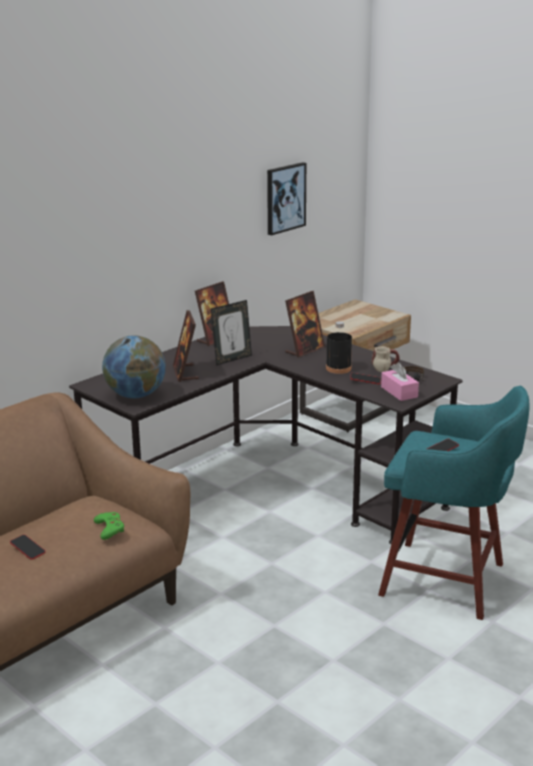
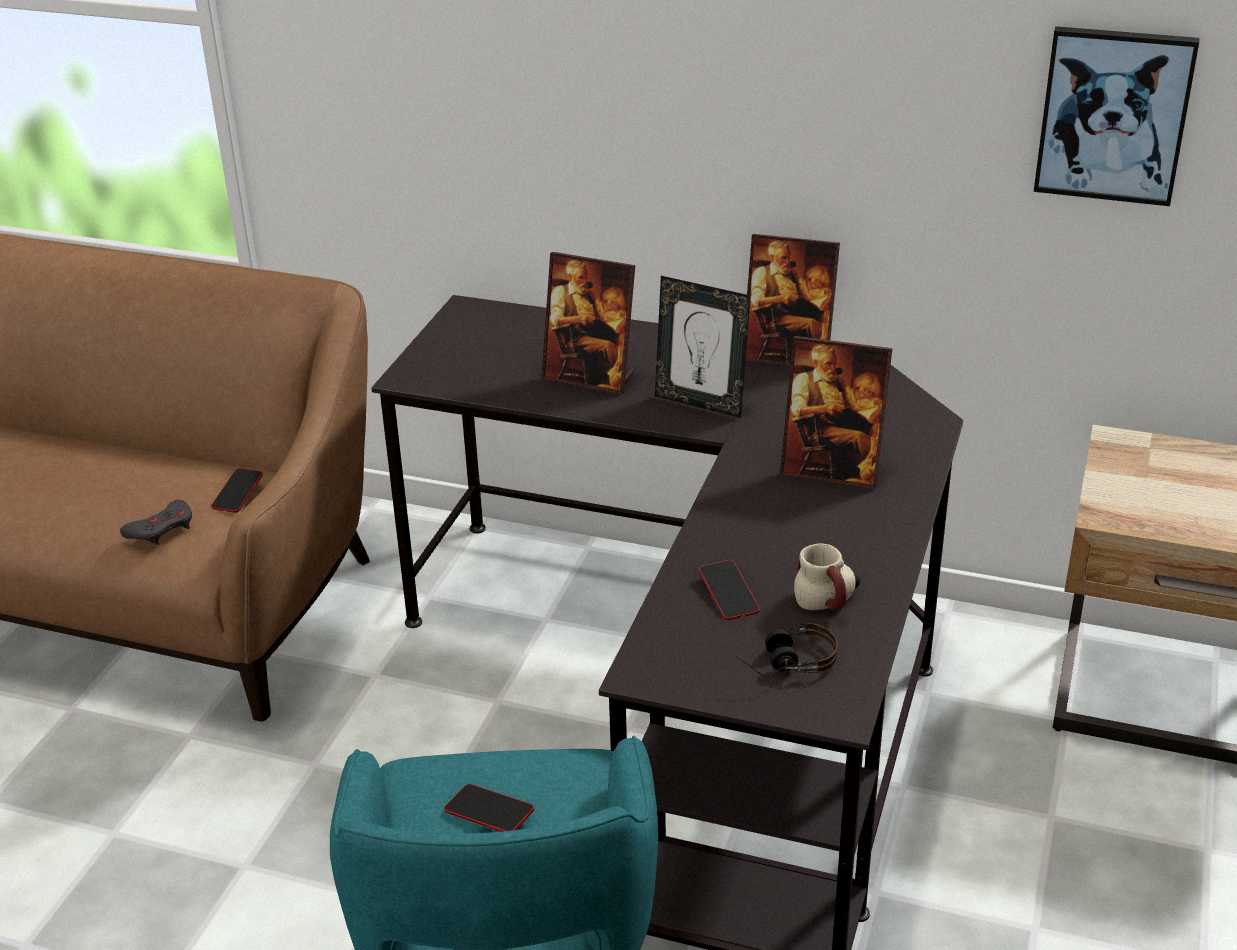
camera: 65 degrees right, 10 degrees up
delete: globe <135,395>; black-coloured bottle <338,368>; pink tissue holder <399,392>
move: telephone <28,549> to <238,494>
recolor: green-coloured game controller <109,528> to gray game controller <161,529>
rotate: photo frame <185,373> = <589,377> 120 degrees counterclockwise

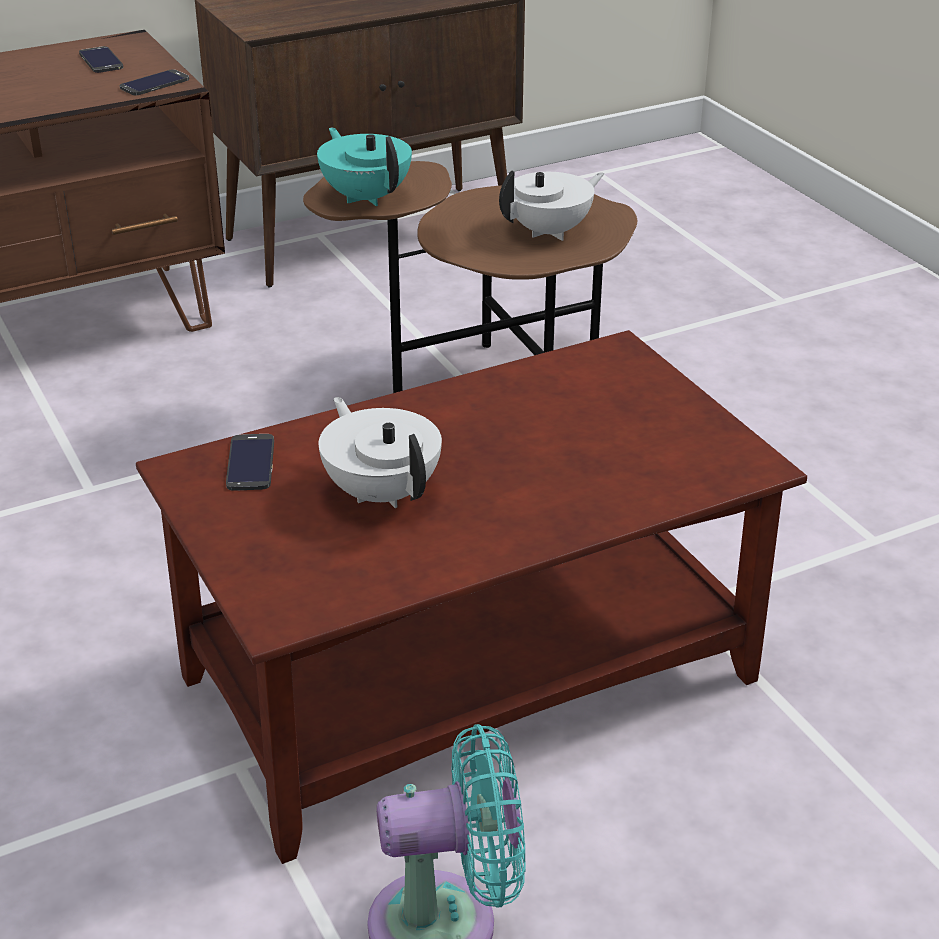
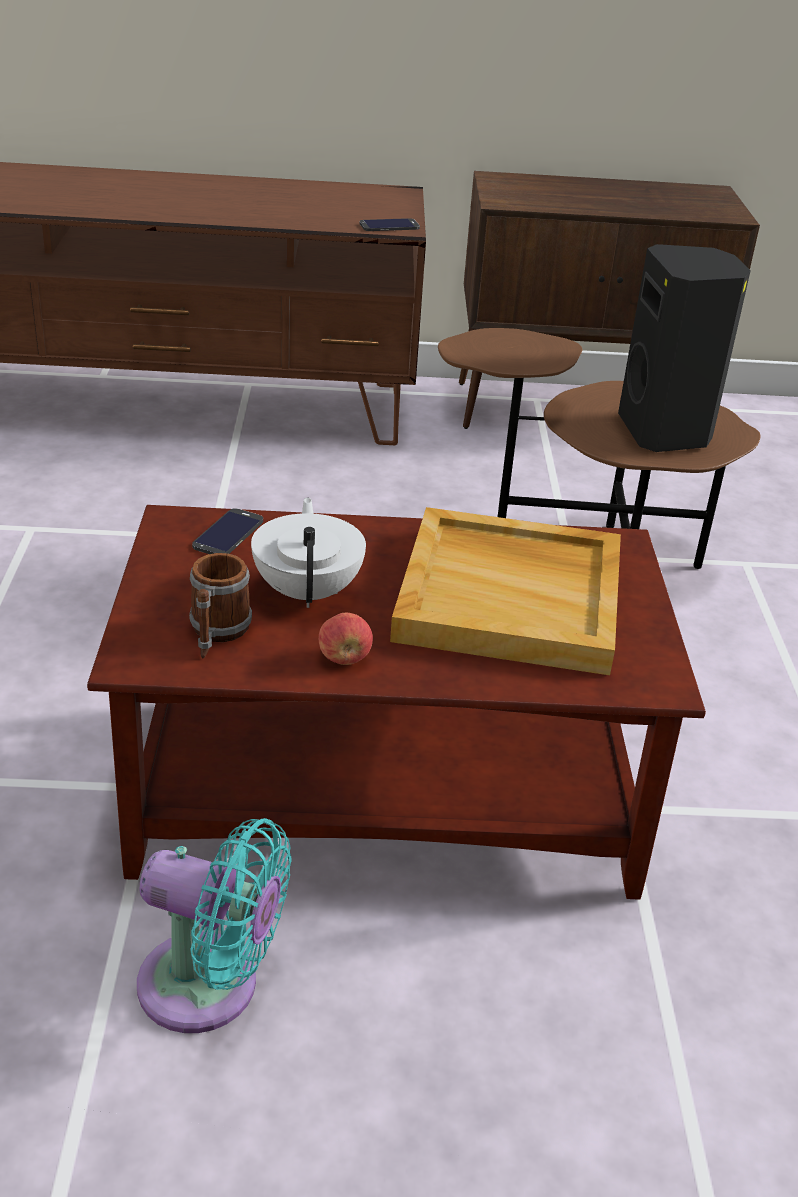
camera: 25 degrees right, 0 degrees up
delete: telephone <101,60>; turquoise-coloured pot for tea <366,197>
insert: tea mug <217,634>; apple fruit <344,658>; beige serving tray <512,596>
replace: white-coloured pot for tea <550,232> to black-coloured loudspeaker <666,433>

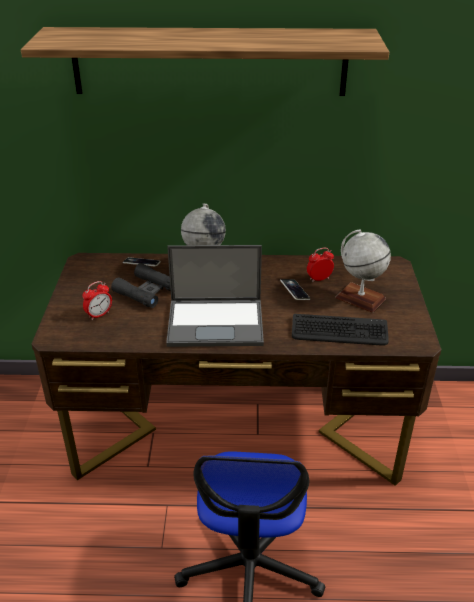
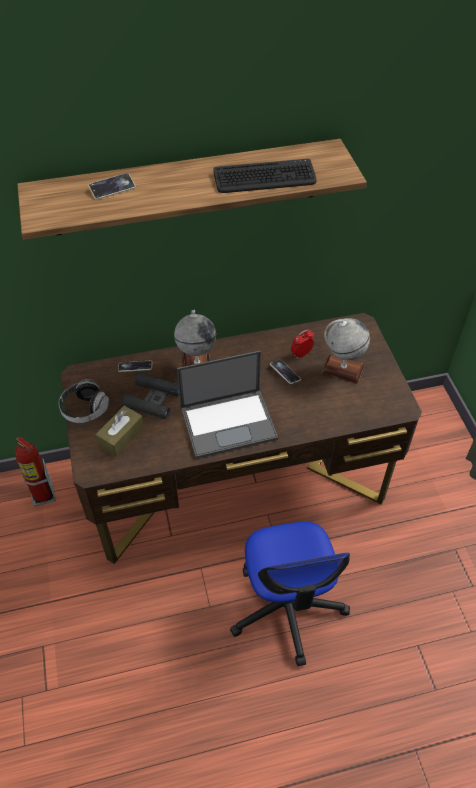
camera: 15 degrees left, 15 degrees up
insert: extinguisher <43,496>; headphones <84,409>; telephone <112,188>
move: computer keyboard <339,331> to <264,178>
replace: bedside clock <99,315> to brown tissue holder <121,436>

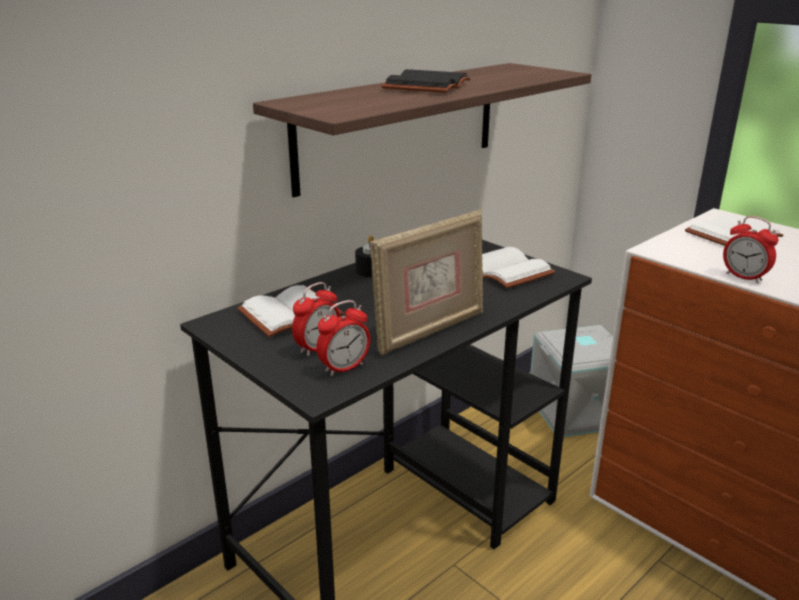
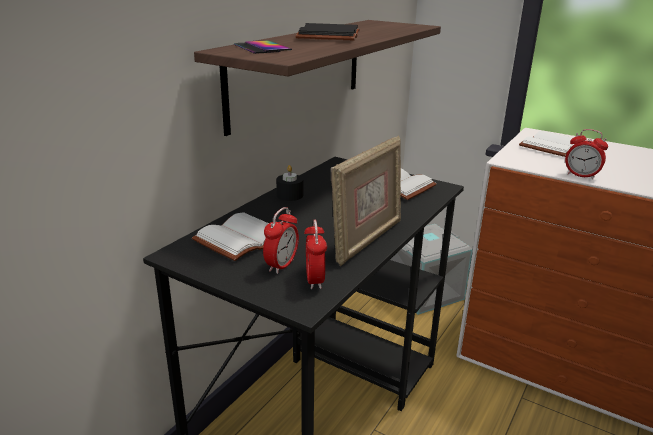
camera: 15 degrees left, 0 degrees up
insert: telephone <262,47>
rotate: bedside clock <344,368> = <314,280> 135 degrees clockwise

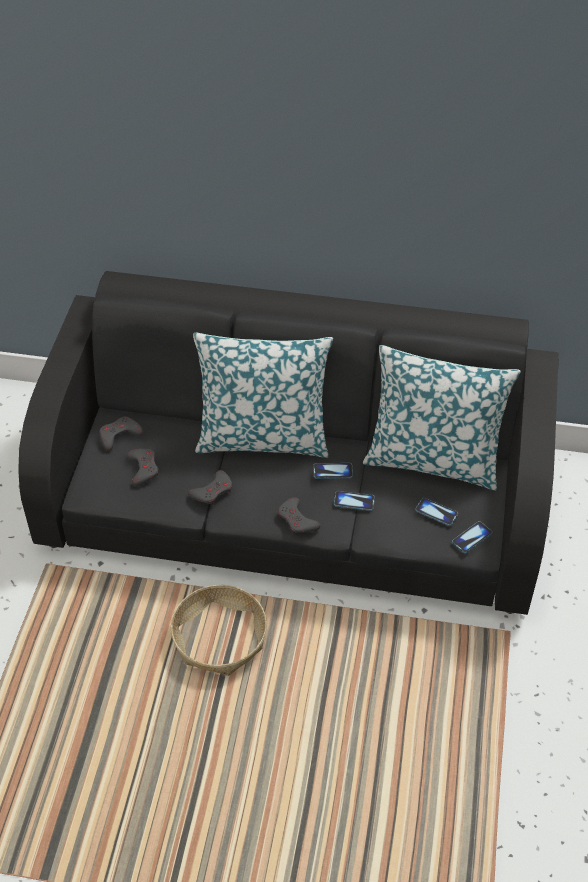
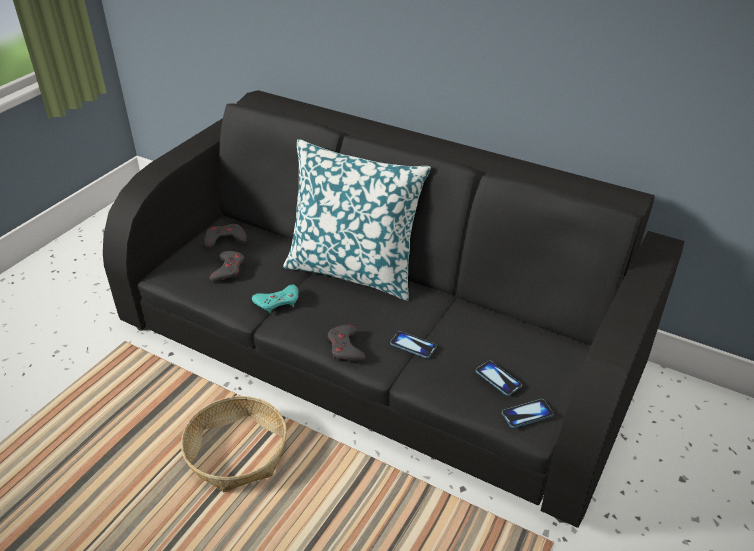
camera: 20 degrees right, 10 degrees down
delete: telephone <332,471>; pillow <433,460>
recolor: gray game controller <212,491> to turquoise-coloured game controller <278,302>

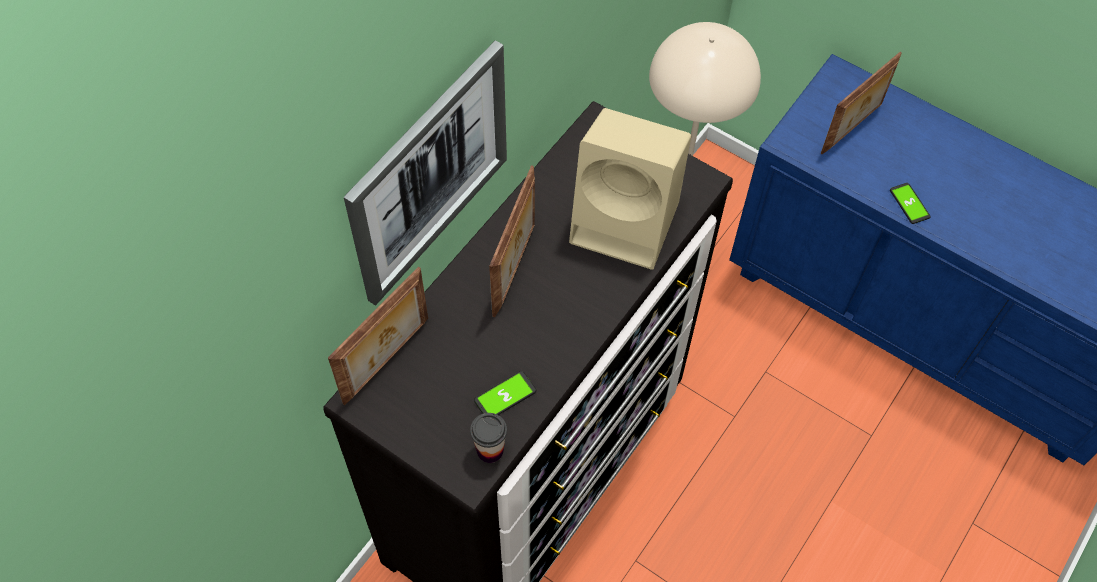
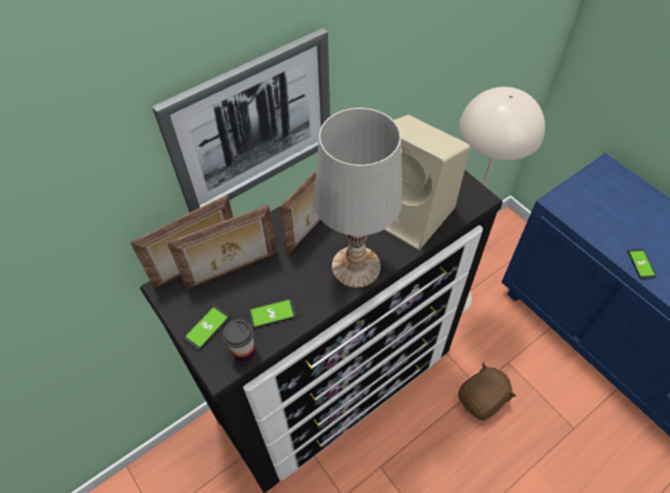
camera: 20 degrees right, 5 degrees down
insert: telephone <207,328>; white-coloured tabletop lamp <355,267>; brown cuddly toy <482,399>
move: photo frame <853,128> to <233,271>

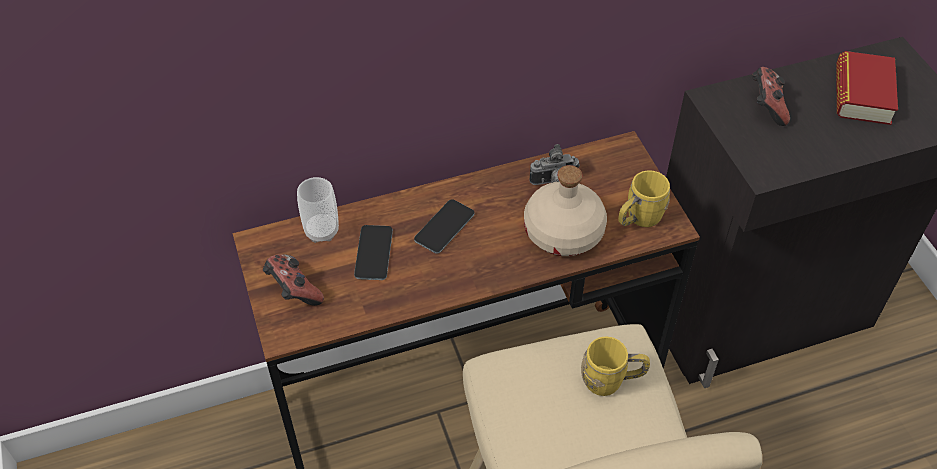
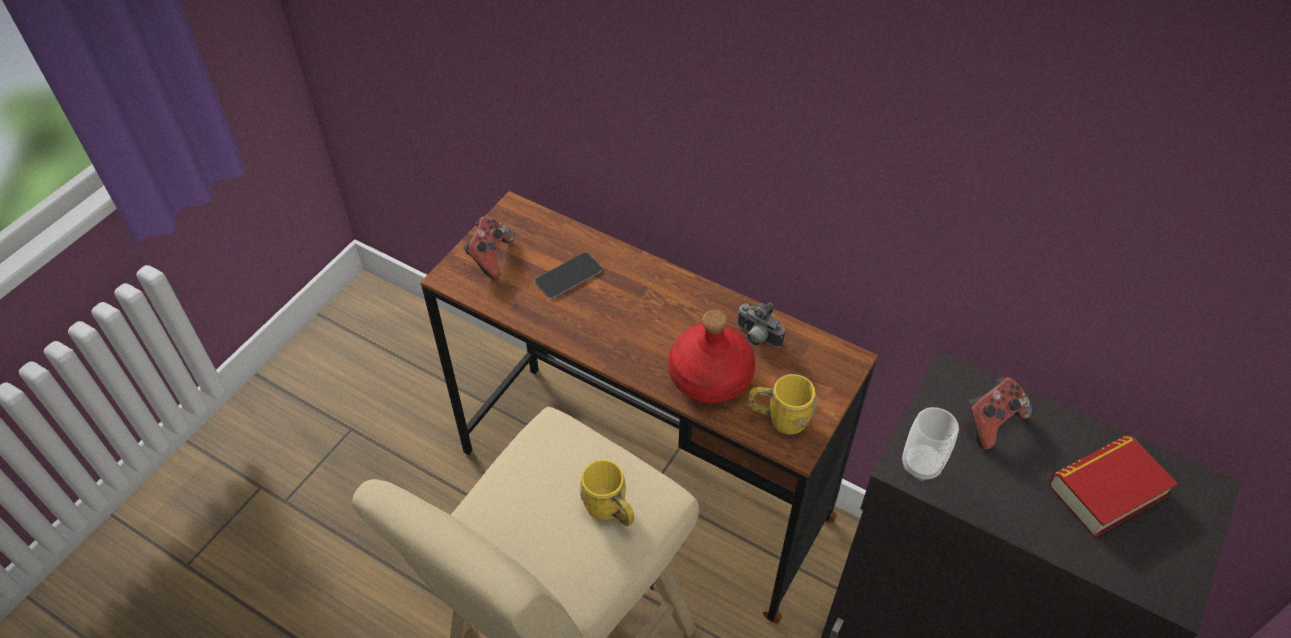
camera: 50 degrees right, 0 degrees up
delete: telephone <444,227>
move: drinking cup <321,231> to <921,464>
recolor: beige bottle <563,233> to red-coloured bottle <709,376>

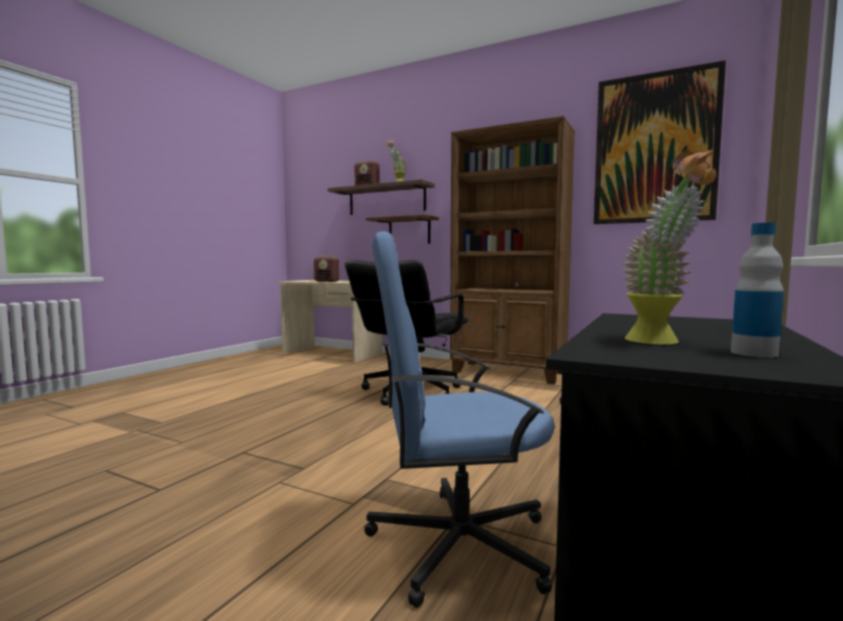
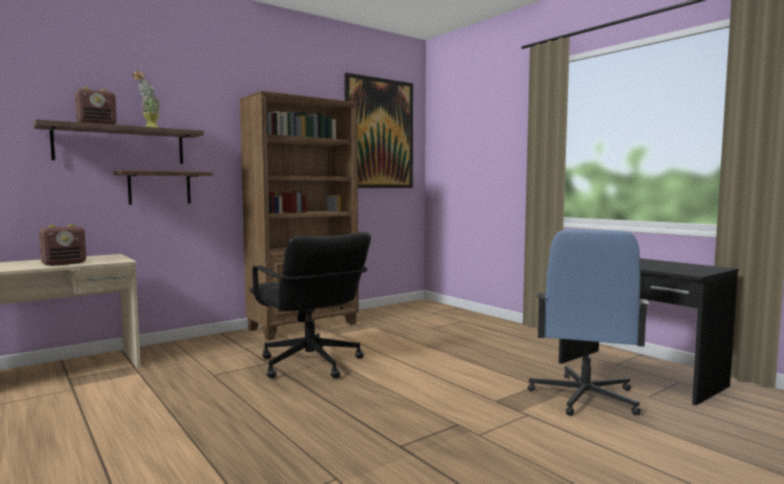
camera: 65 degrees left, 0 degrees up
delete: houseplant <662,342>; bottle <754,353>

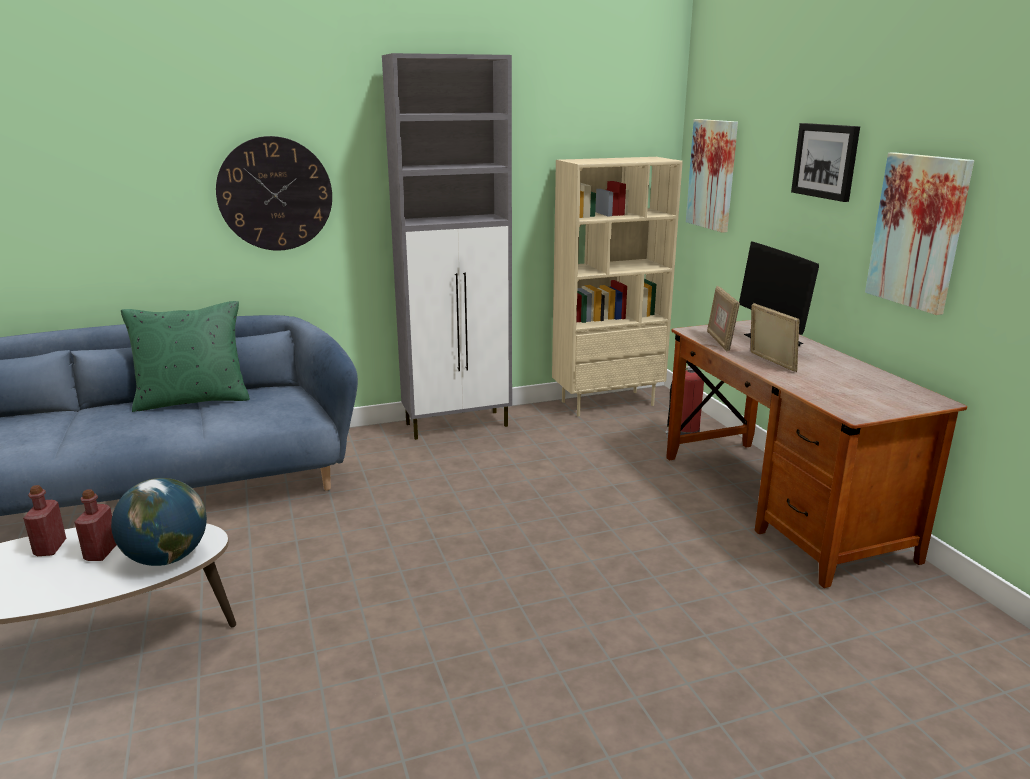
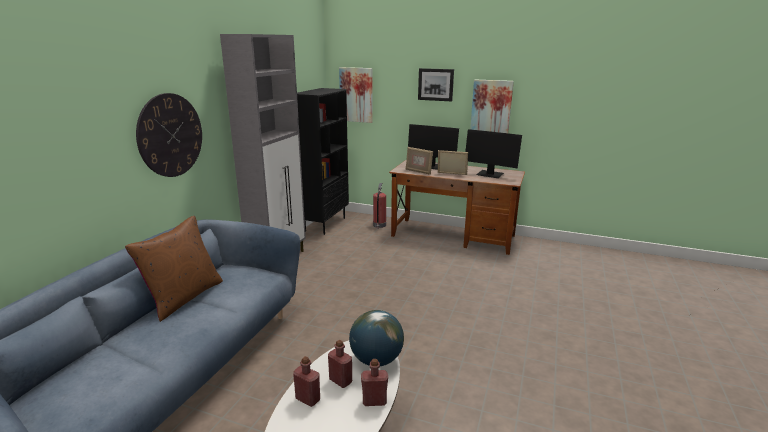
camera: 50 degrees left, 0 degrees up
insert: red-coloured bottle <374,401>; computer display <490,174>
recolor: green-coloured pillow <193,400> to brown pillow <184,297>; beige bookshelf <607,403> to black-coloured bookshelf <325,224>

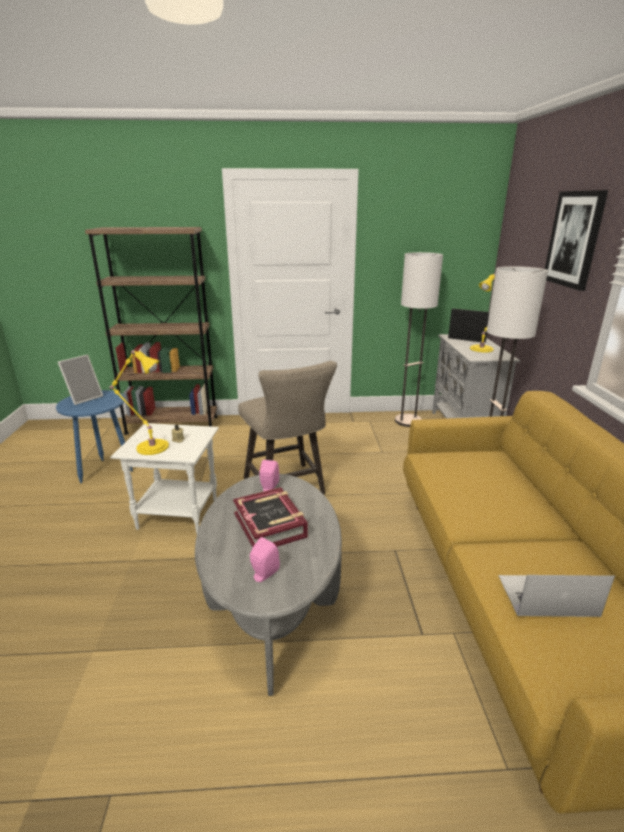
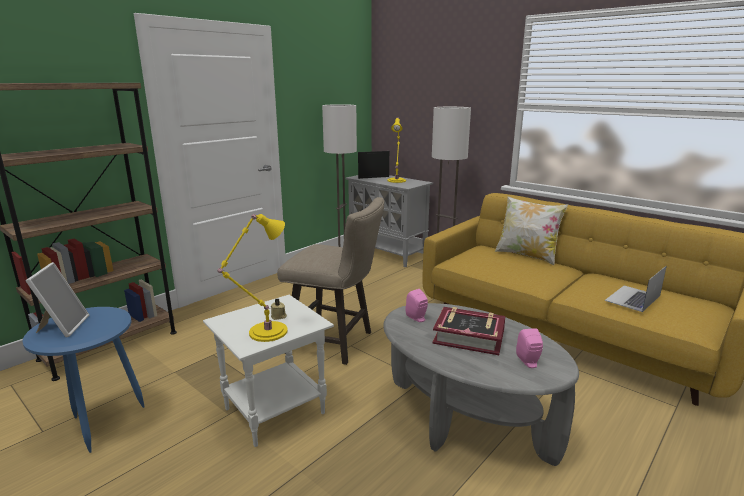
camera: 45 degrees left, 5 degrees down
delete: picture <574,239>
insert: pillow <527,255>

